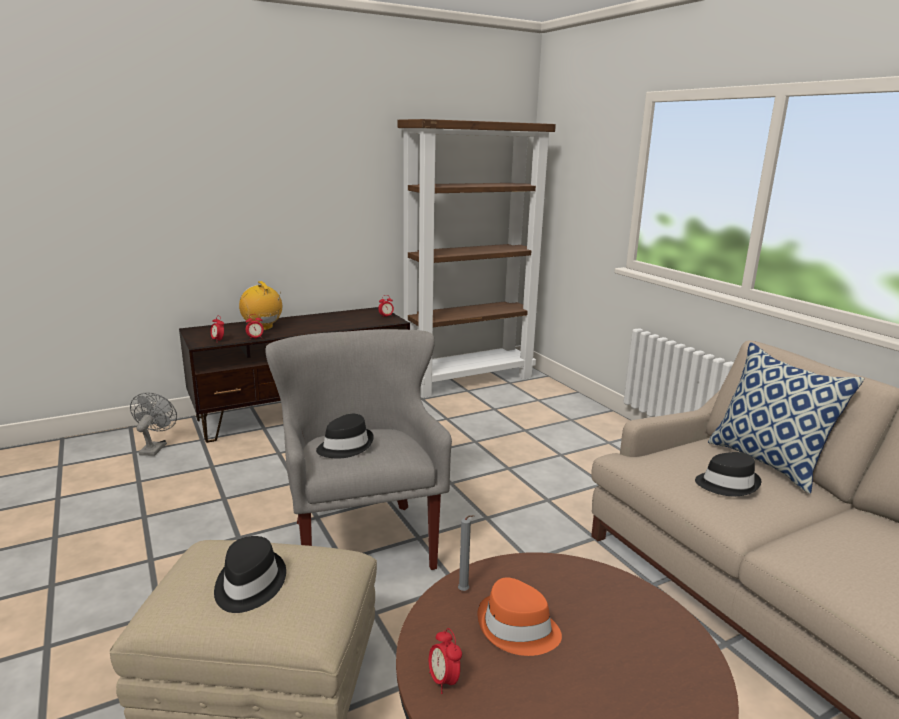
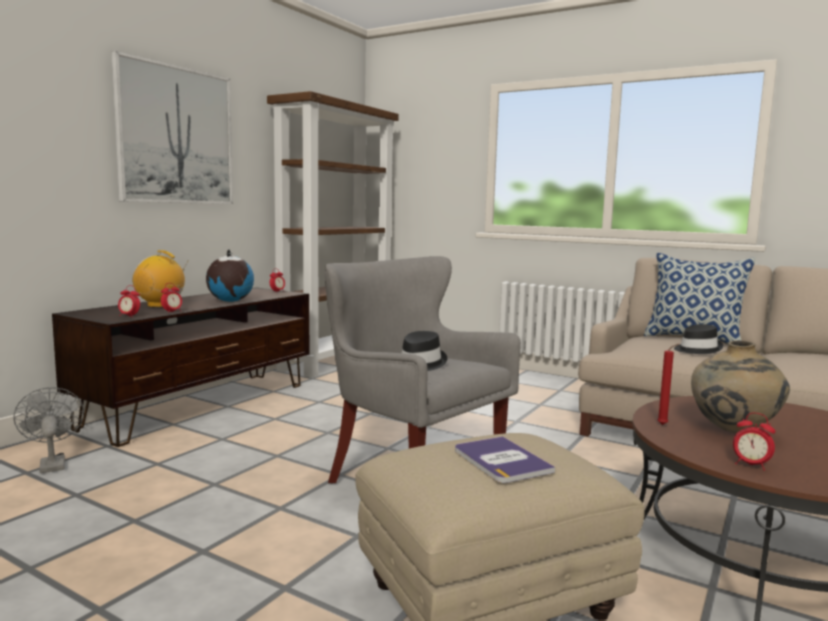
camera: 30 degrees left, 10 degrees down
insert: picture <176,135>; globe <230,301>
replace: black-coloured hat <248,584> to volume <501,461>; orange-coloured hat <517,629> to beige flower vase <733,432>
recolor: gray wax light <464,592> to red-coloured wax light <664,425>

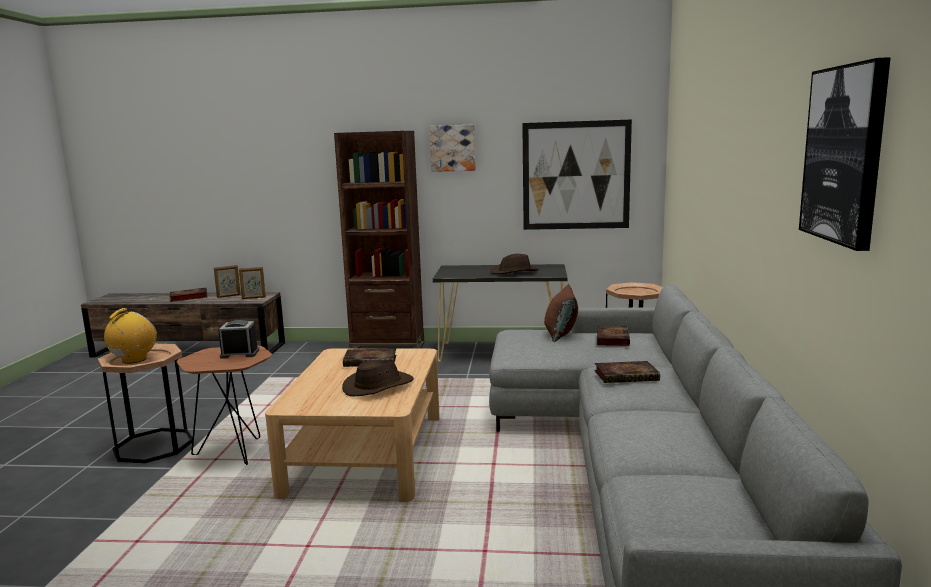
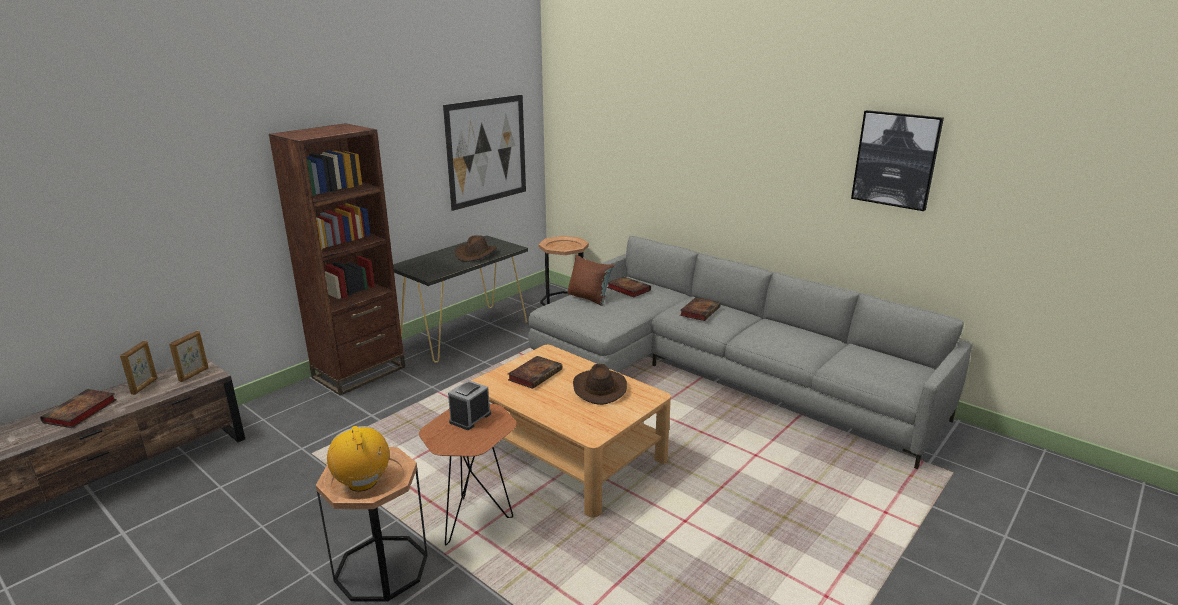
camera: 55 degrees left, 10 degrees up
delete: picture <452,148>

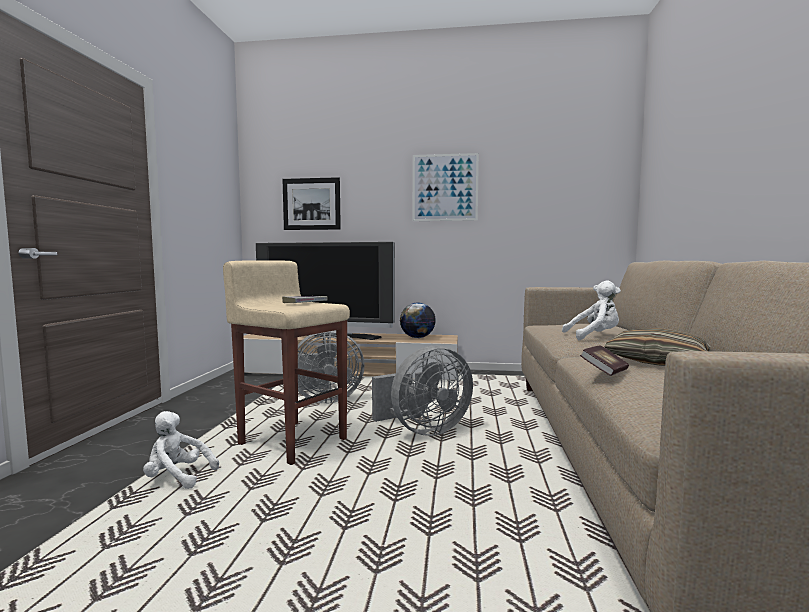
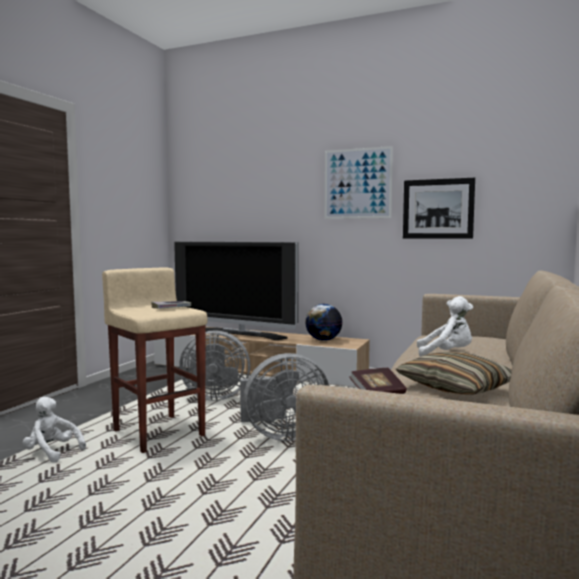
camera: 15 degrees right, 0 degrees up
move: picture <311,204> to <438,209>

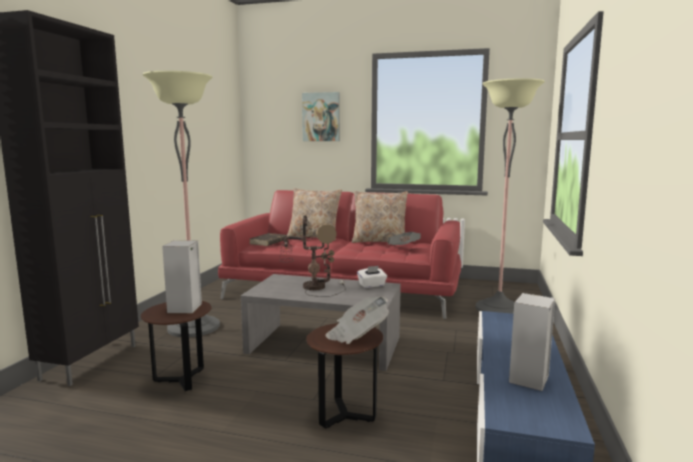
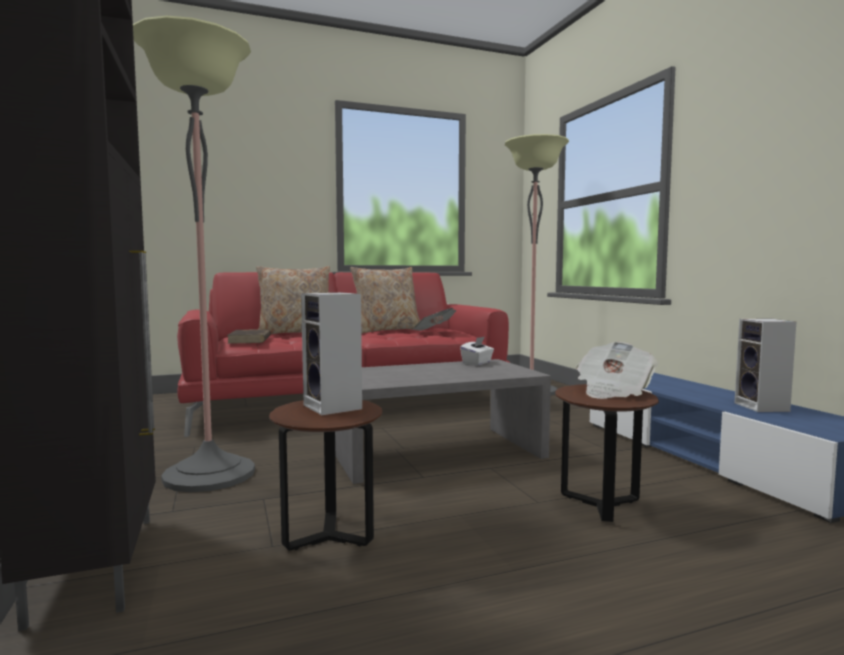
camera: 35 degrees left, 5 degrees down
delete: tabletop lamp <312,287>; picture <321,117>

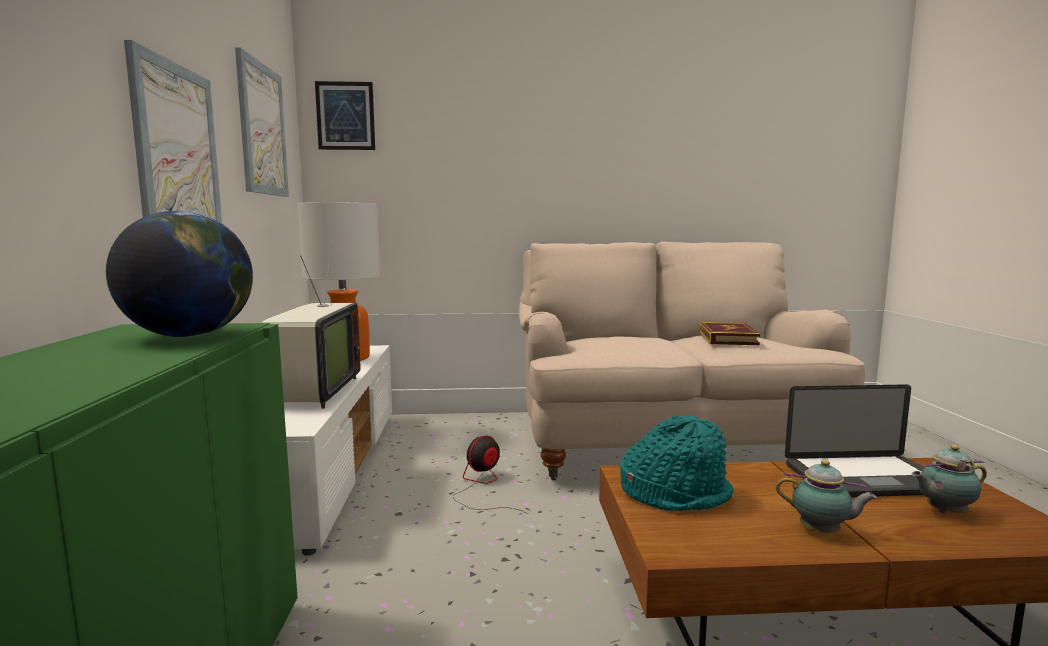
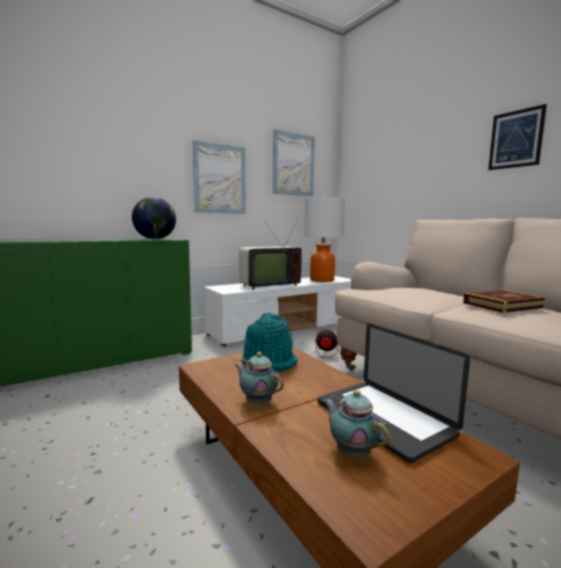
camera: 60 degrees right, 0 degrees up
move: picture <345,116> to <515,139>
rotate: pot for tea <822,532> = <257,402> 135 degrees clockwise

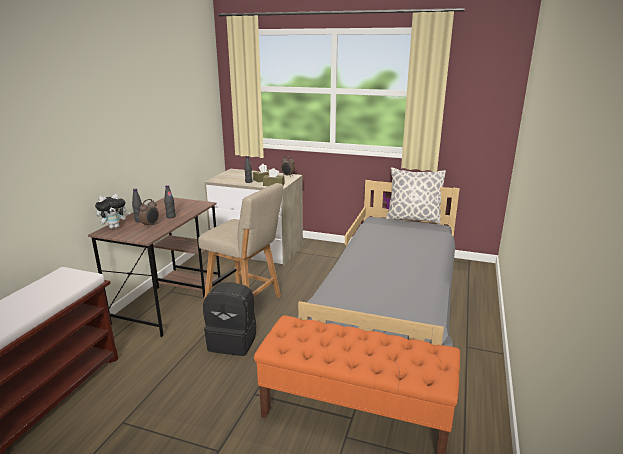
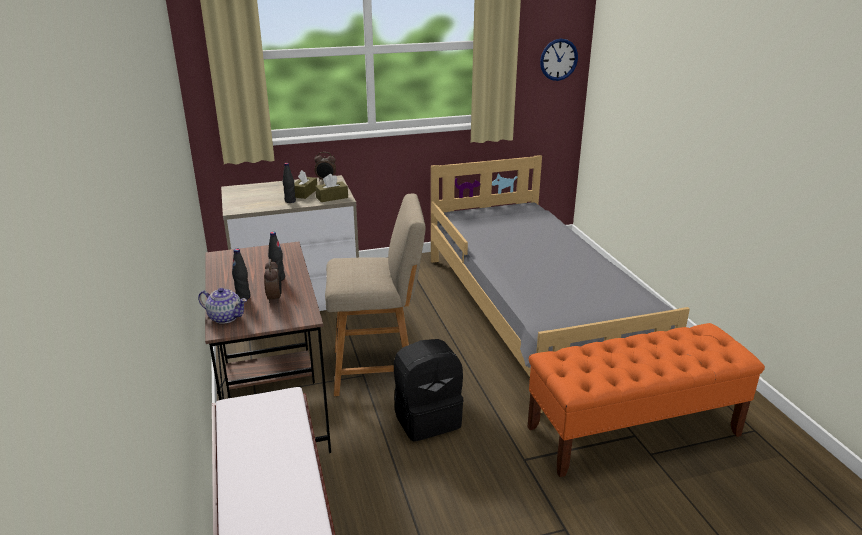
camera: 35 degrees left, 5 degrees up
delete: pillow <413,219>
insert: wall clock <558,59>
replace: cuddly toy <115,227> to pot for tea <225,317>

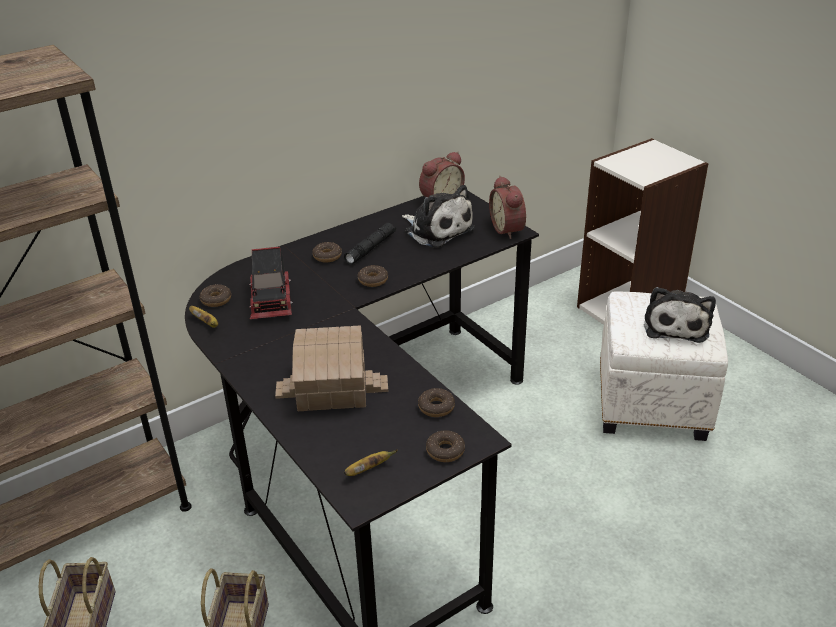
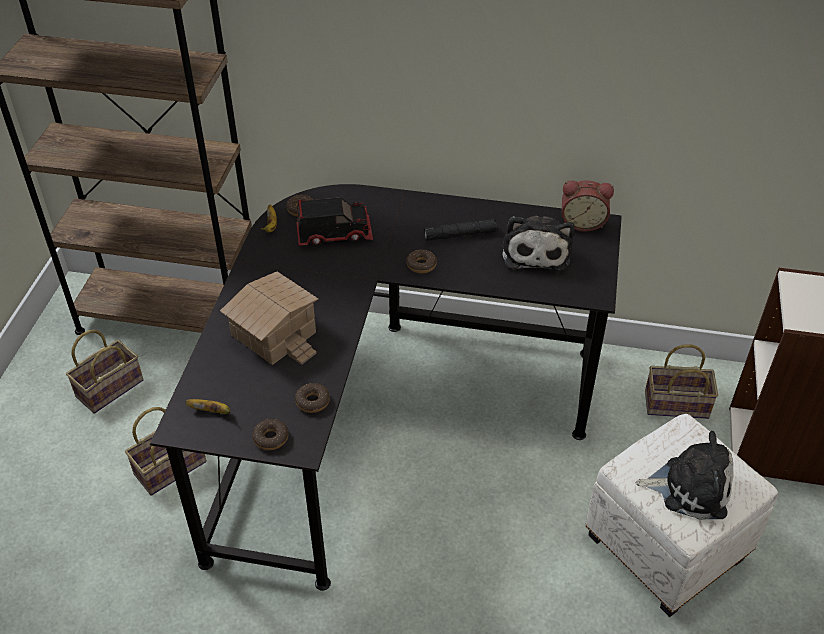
camera: 45 degrees right, 10 degrees up
delete: donut <327,256>; bedside clock <509,229>
insert: basket <675,405>
rotate: model truck <272,299> = <334,234> 135 degrees counterclockwise; cuddly toy <676,325> = <690,487> 135 degrees counterclockwise

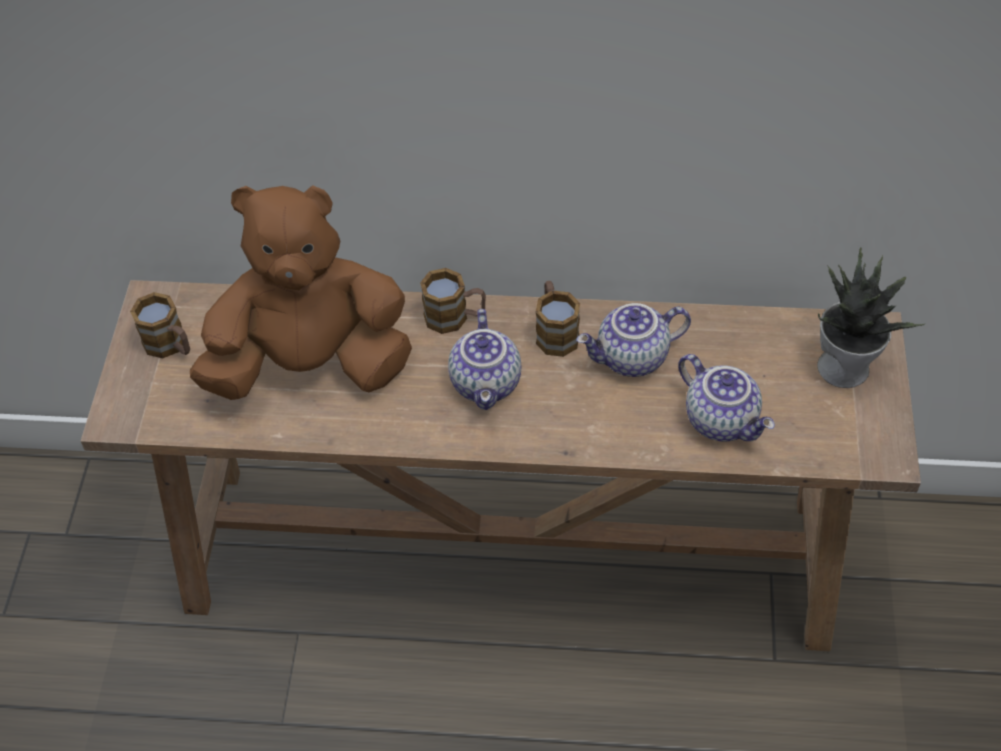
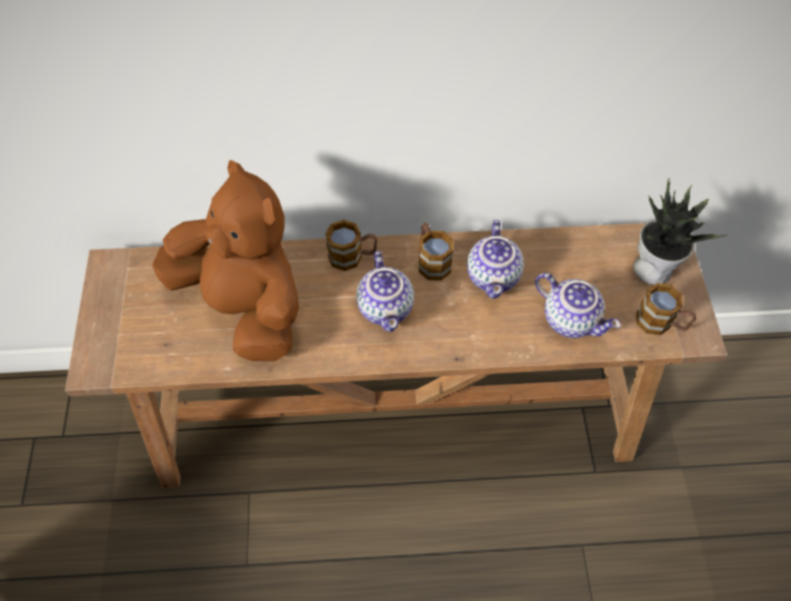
camera: 10 degrees left, 5 degrees up
move: tea mug <170,345> to <661,323>
rotate: brown cuddly toy <311,365> = <245,307> 60 degrees clockwise; pot for tea <632,359> = <494,277> 60 degrees counterclockwise

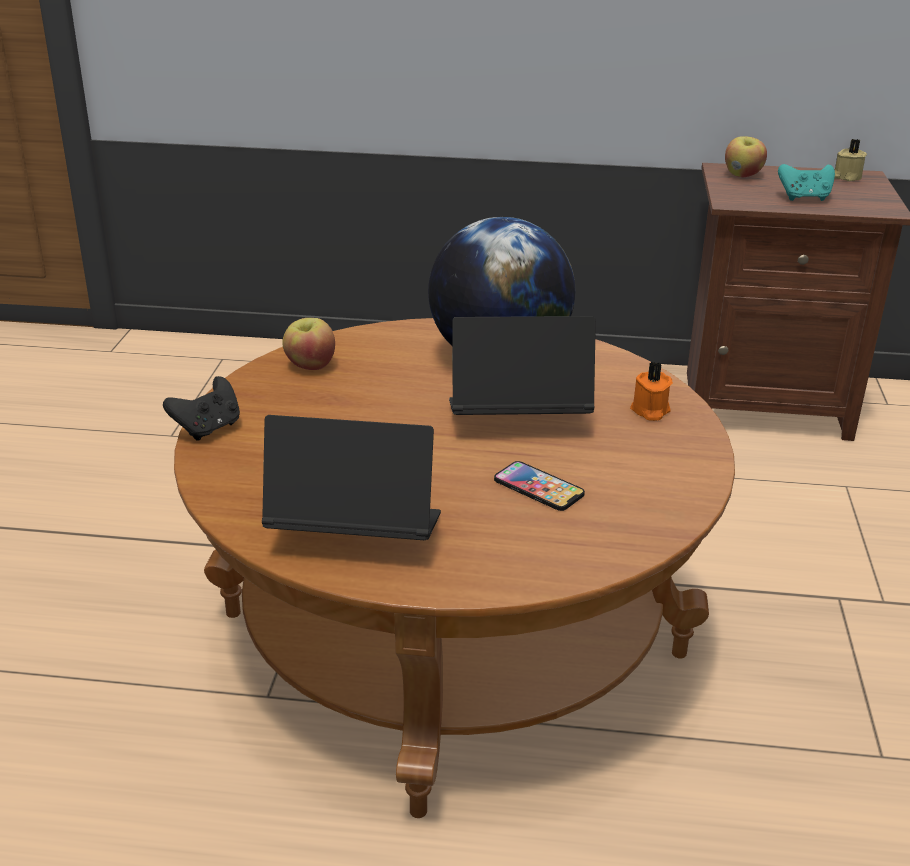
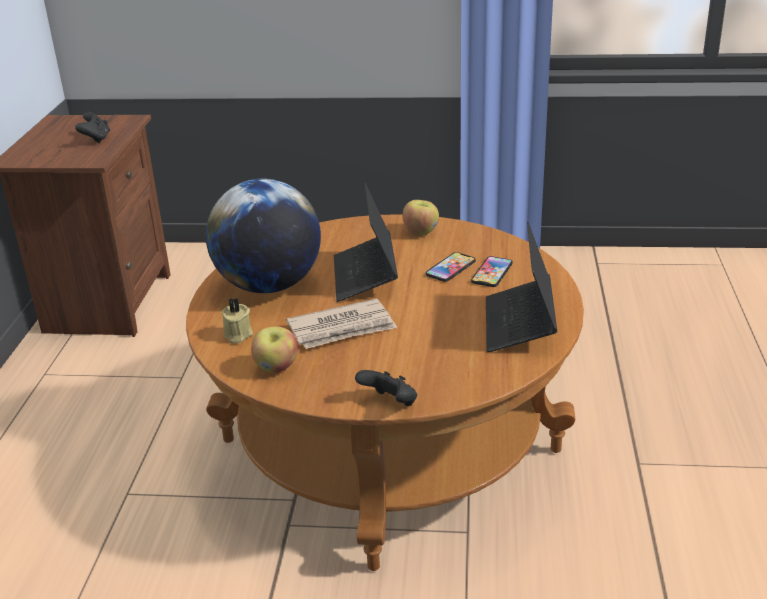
camera: 90 degrees left, 0 degrees up
delete: orange-coloured wax light <649,411>
insert: daily paper <342,328>; telephone <492,273>
move: apple fruit <742,175> to <421,232>; beige wax light <846,177> to <237,335>
recolor: turquoise-coloured game controller <804,198> to black-coloured game controller <96,139>

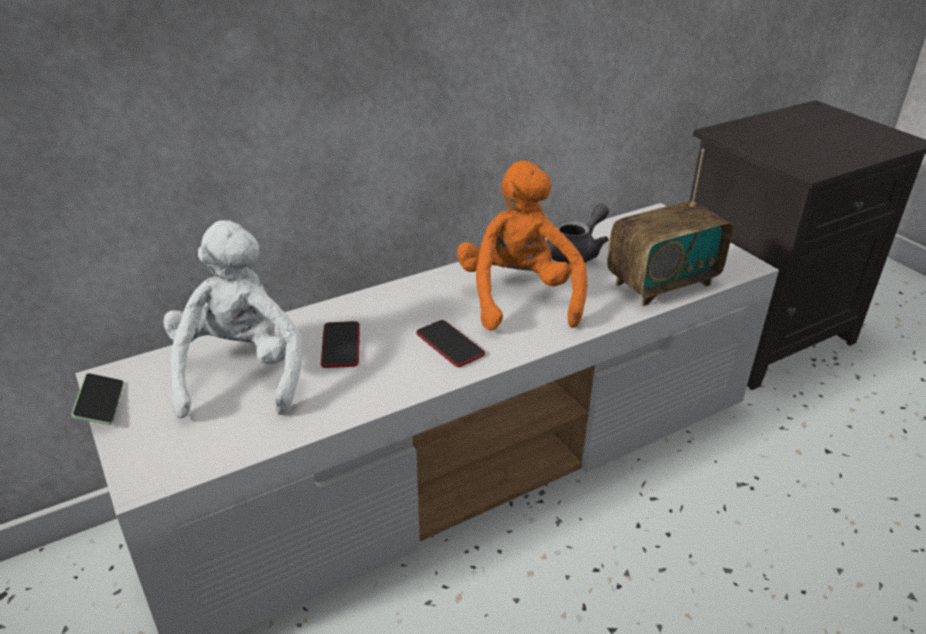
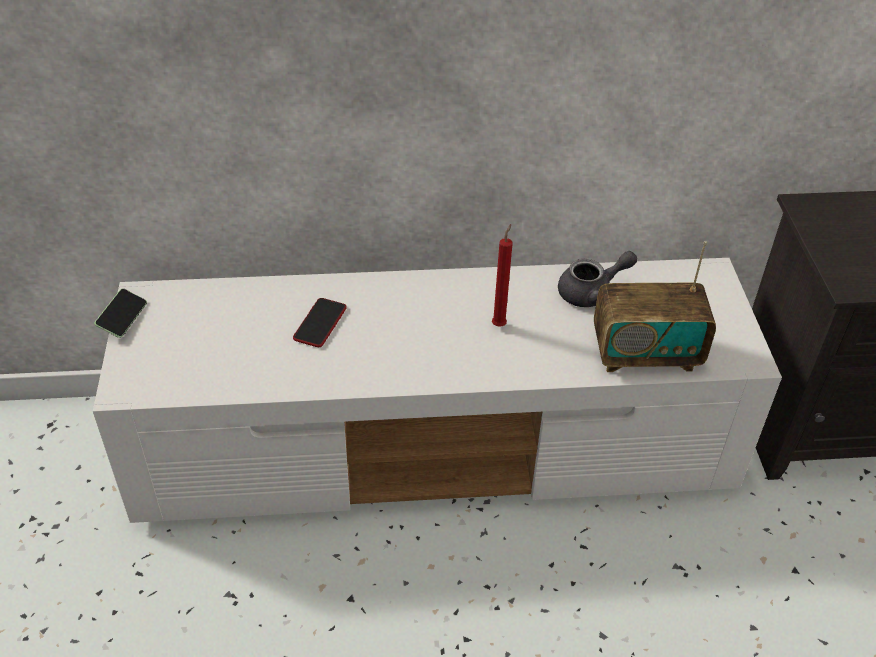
camera: 25 degrees right, 10 degrees up
delete: white-coloured cuddly toy <240,373>; telephone <450,344>
replace: orange-coloured cuddly toy <518,297> to red-coloured wax light <499,324>

